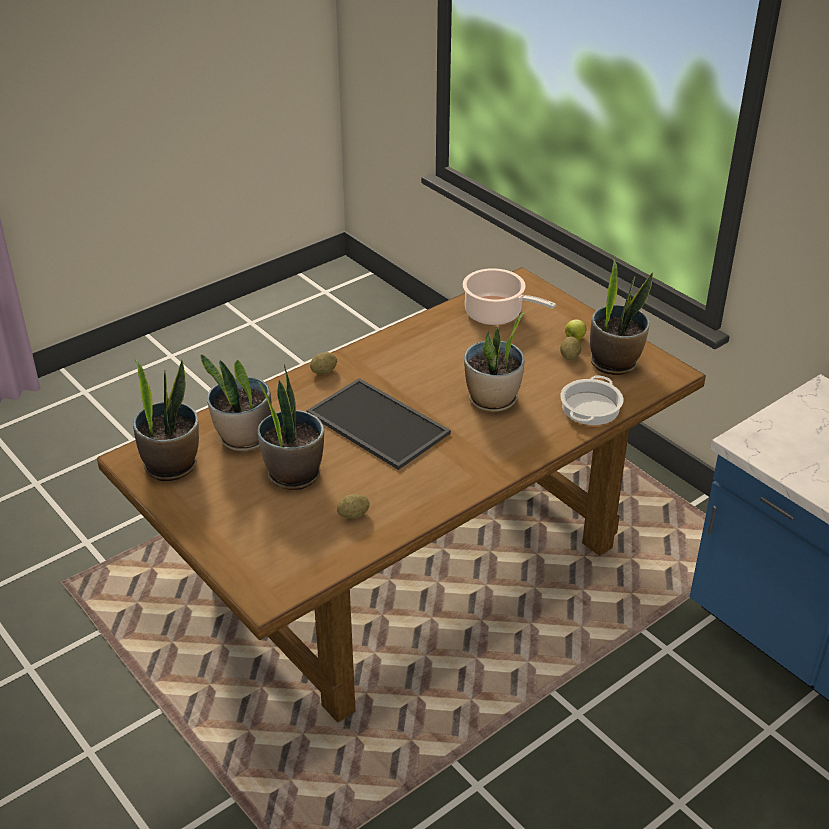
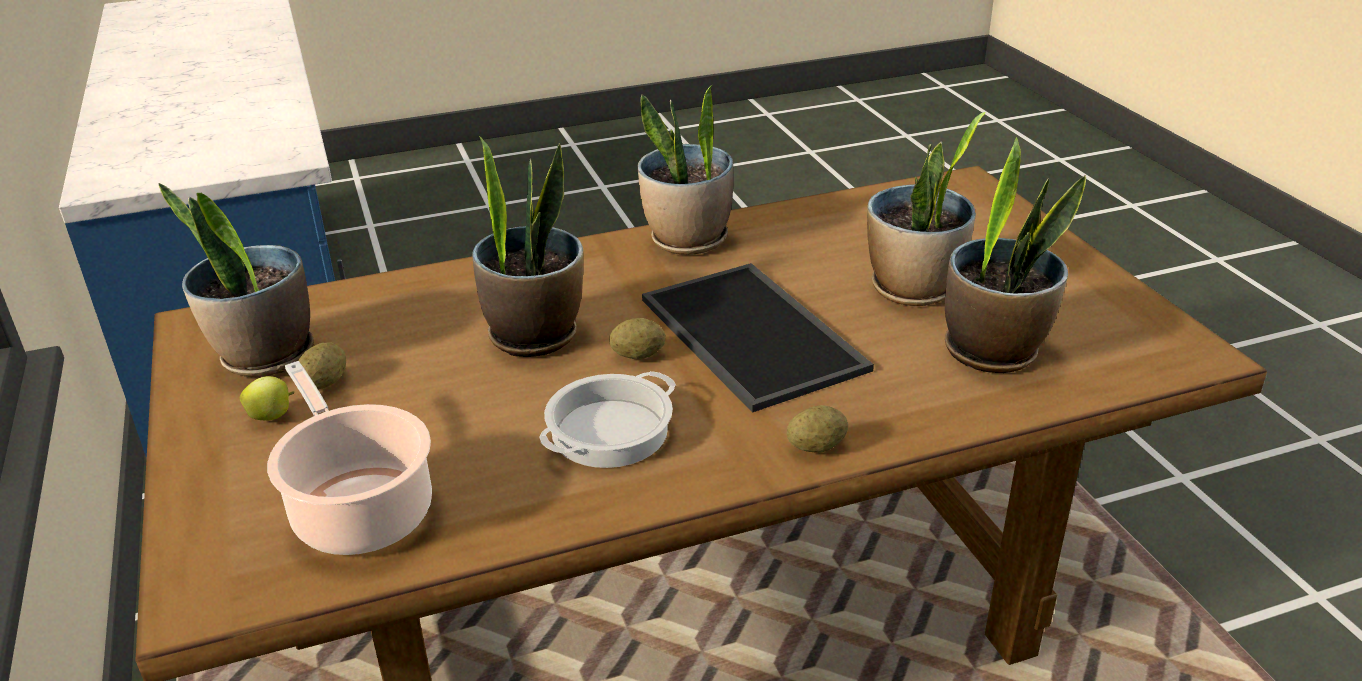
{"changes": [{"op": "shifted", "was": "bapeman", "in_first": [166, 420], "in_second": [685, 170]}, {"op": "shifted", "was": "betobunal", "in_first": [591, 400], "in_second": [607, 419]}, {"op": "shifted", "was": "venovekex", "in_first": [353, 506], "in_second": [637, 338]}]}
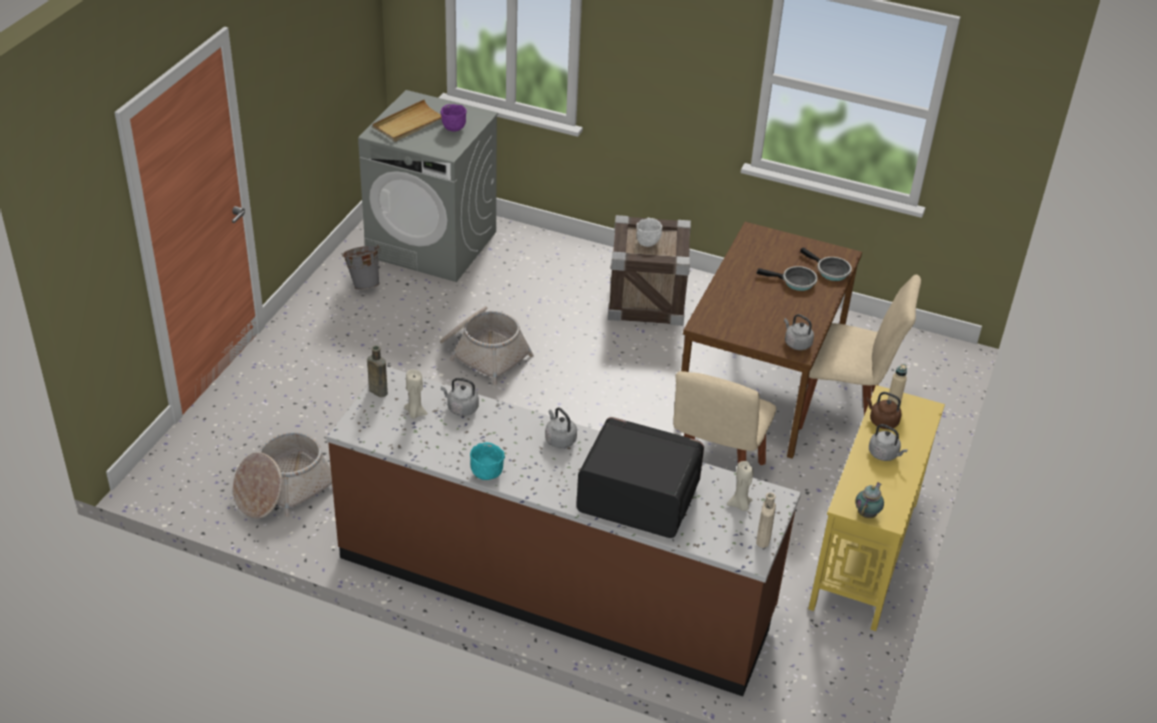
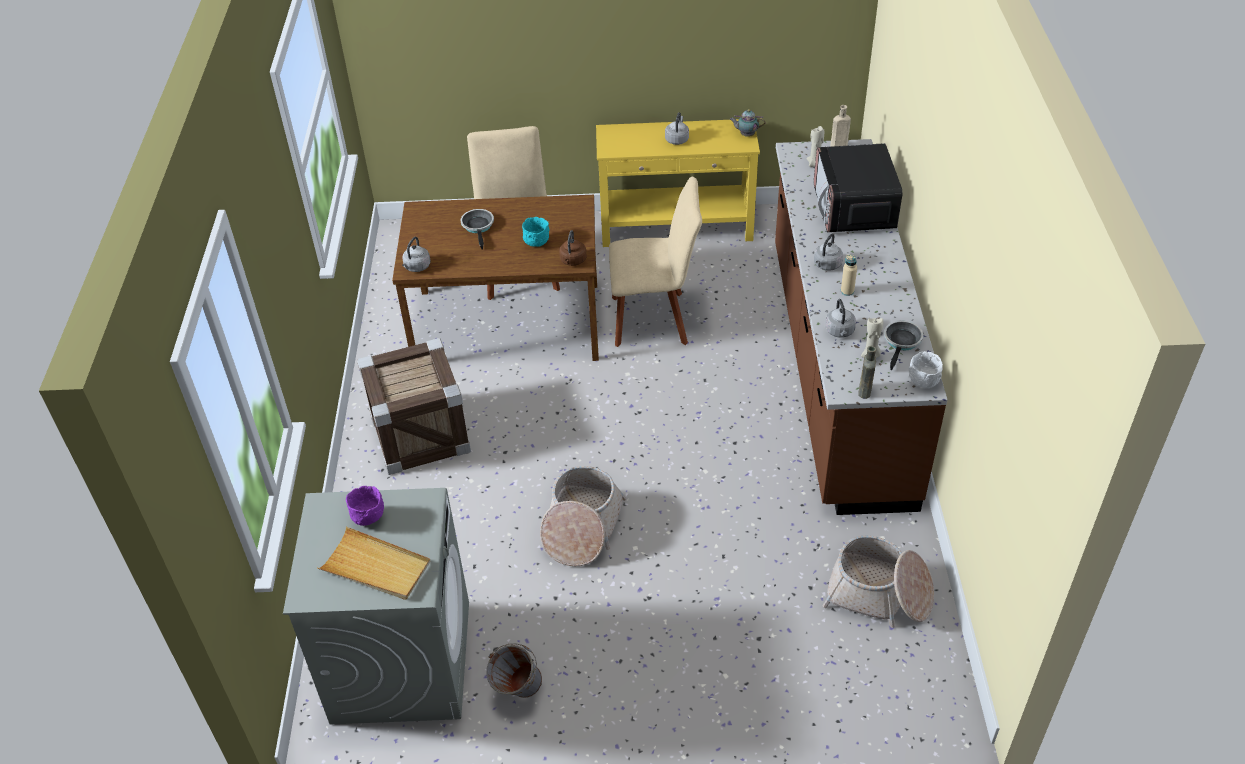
{"changes": [{"op": "shifted", "was": "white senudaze", "in_first": [649, 232], "in_second": [926, 369]}, {"op": "shifted", "was": "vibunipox", "in_first": [826, 264], "in_second": [904, 345]}, {"op": "shifted", "was": "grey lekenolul", "in_first": [799, 332], "in_second": [416, 254]}, {"op": "shifted", "was": "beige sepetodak", "in_first": [897, 384], "in_second": [849, 275]}, {"op": "shifted", "was": "brown lekenolul", "in_first": [884, 410], "in_second": [572, 248]}, {"op": "shifted", "was": "turquoise senudaze", "in_first": [487, 461], "in_second": [536, 232]}]}
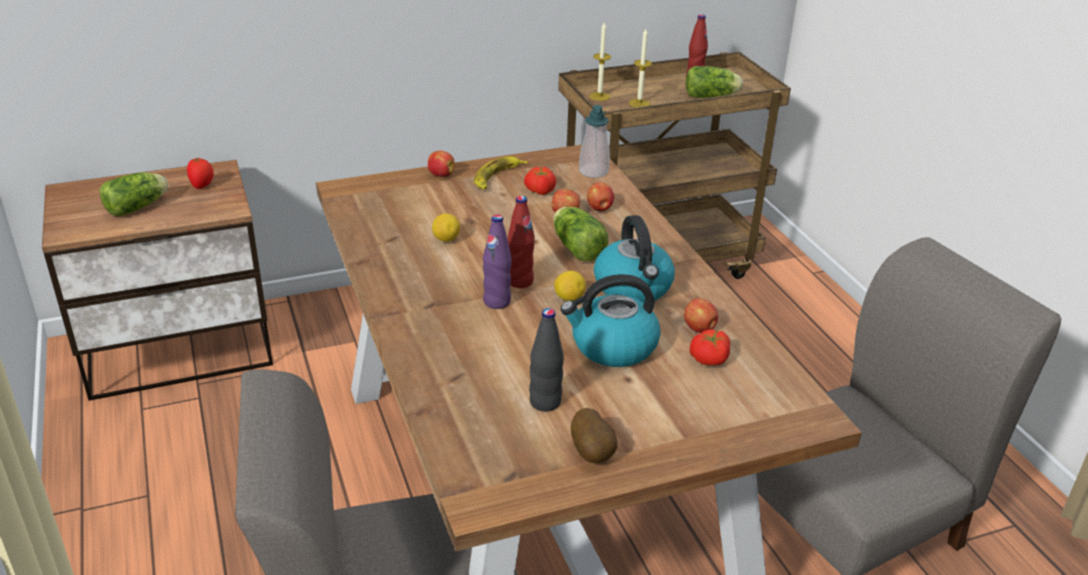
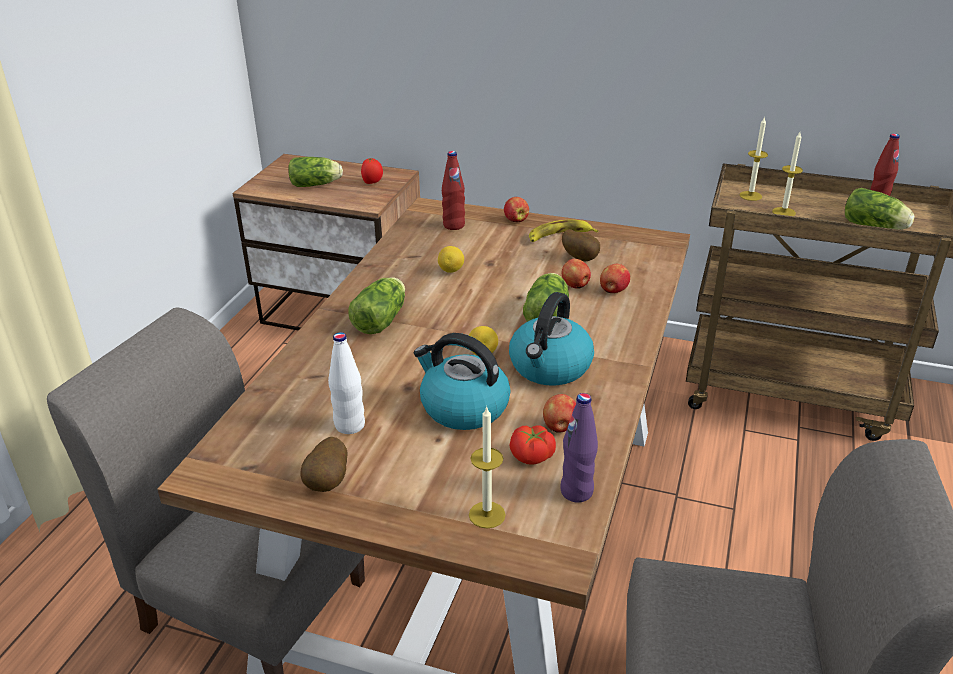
{"changes": [{"op": "gone", "was": "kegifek", "in_first": [594, 141]}, {"op": "swapped", "was": "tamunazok", "now": "venovekex", "in_first": [540, 181], "in_second": [581, 245]}, {"op": "shifted", "was": "red sepetodak", "in_first": [521, 242], "in_second": [453, 190]}, {"op": "shifted", "was": "purple sepetodak", "in_first": [497, 261], "in_second": [579, 448]}, {"op": "repainted", "was": "black sepetodak", "now": "white sepetodak", "in_first": [546, 360], "in_second": [346, 383]}, {"op": "new", "now": "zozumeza", "in_second": [377, 305]}, {"op": "new", "now": "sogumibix", "in_second": [487, 467]}]}
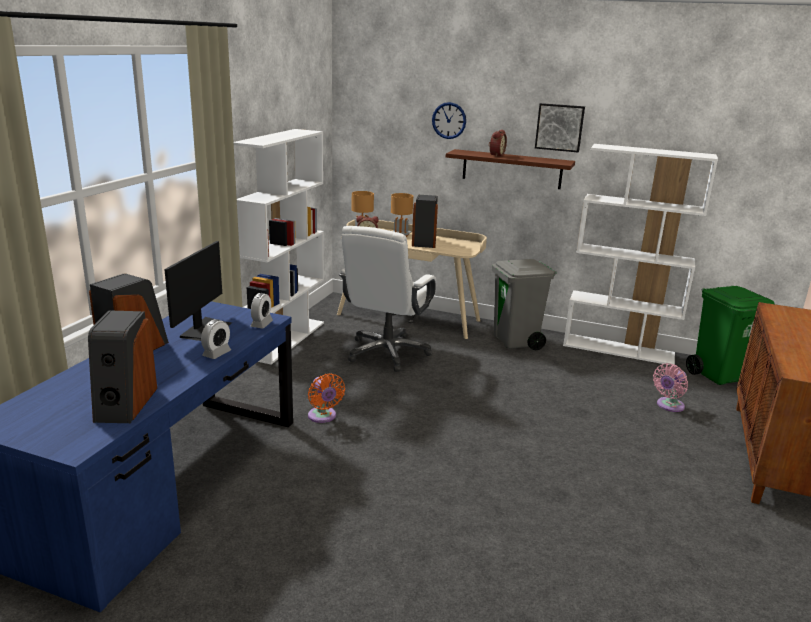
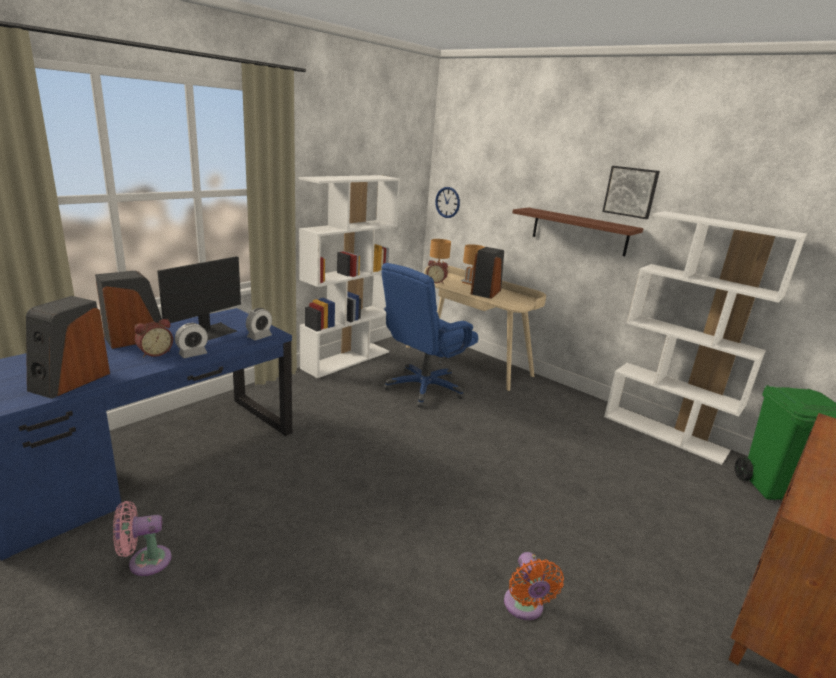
{"changes": [{"op": "shifted", "was": "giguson", "in_first": [449, 120], "in_second": [447, 202]}, {"op": "shifted", "was": "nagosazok", "in_first": [498, 143], "in_second": [153, 338]}, {"op": "repainted", "was": "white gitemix", "now": "blue gitemix", "in_first": [387, 299], "in_second": [429, 335]}, {"op": "gone", "was": "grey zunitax", "in_first": [524, 304]}, {"op": "shifted", "was": "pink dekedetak", "in_first": [670, 387], "in_second": [142, 538]}, {"op": "shifted", "was": "orange dekedetak", "in_first": [326, 398], "in_second": [534, 586]}]}
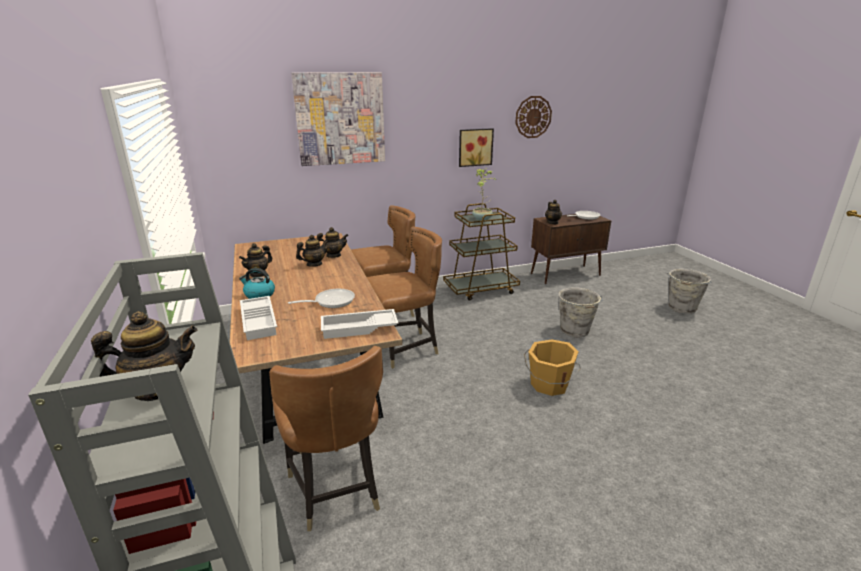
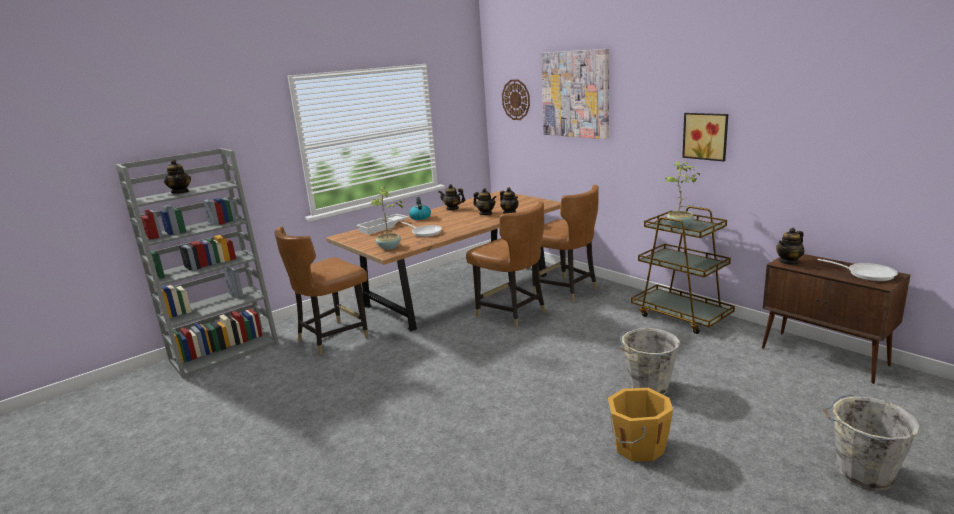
{"changes": [{"op": "shifted", "was": "giguson", "in_first": [533, 117], "in_second": [516, 100]}, {"op": "swapped", "was": "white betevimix", "now": "bapeman", "in_first": [359, 324], "in_second": [387, 218]}, {"op": "shifted", "was": "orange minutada", "in_first": [552, 368], "in_second": [640, 424]}]}
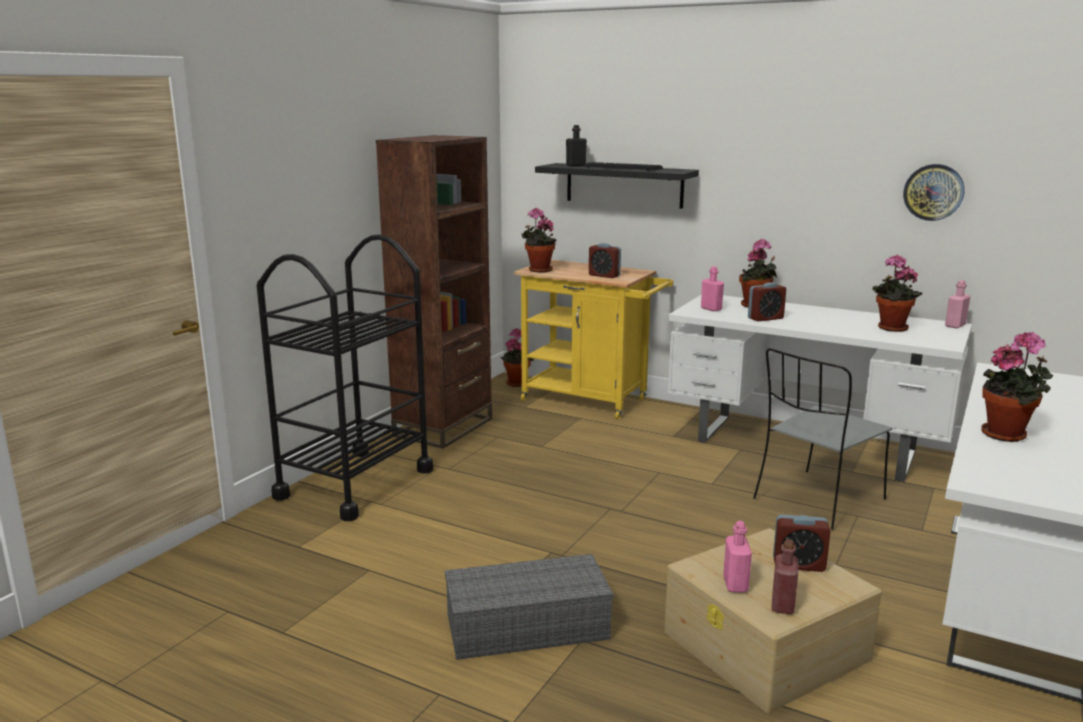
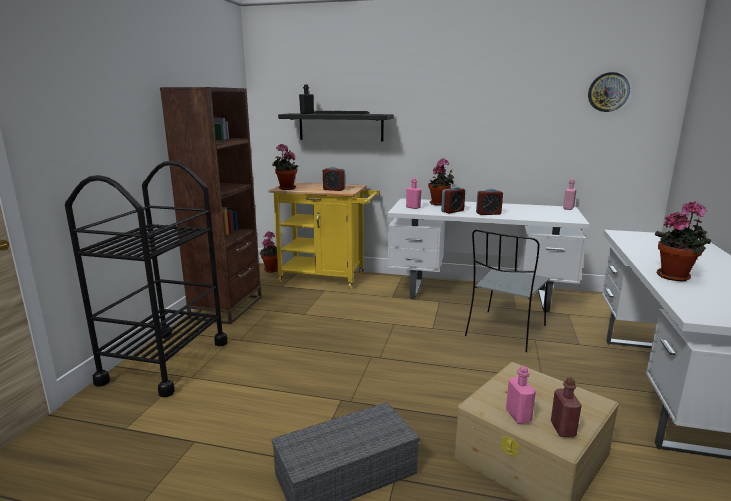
{"changes": [{"op": "shifted", "was": "giguson", "in_first": [934, 192], "in_second": [609, 92]}, {"op": "gone", "was": "bapeman", "in_first": [898, 293]}, {"op": "shifted", "was": "nagosazok", "in_first": [802, 543], "in_second": [489, 201]}]}
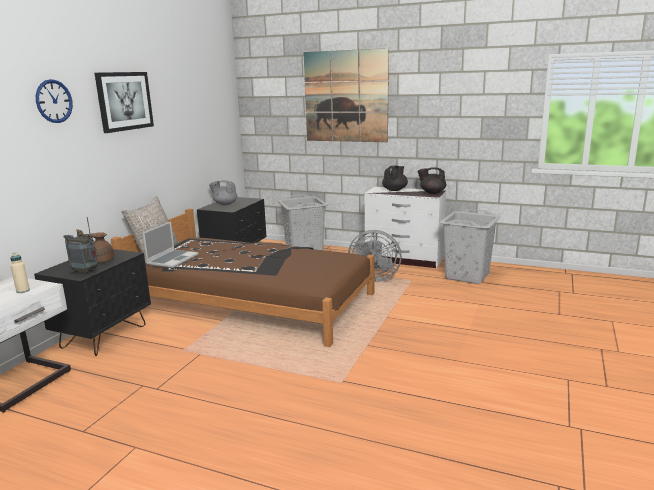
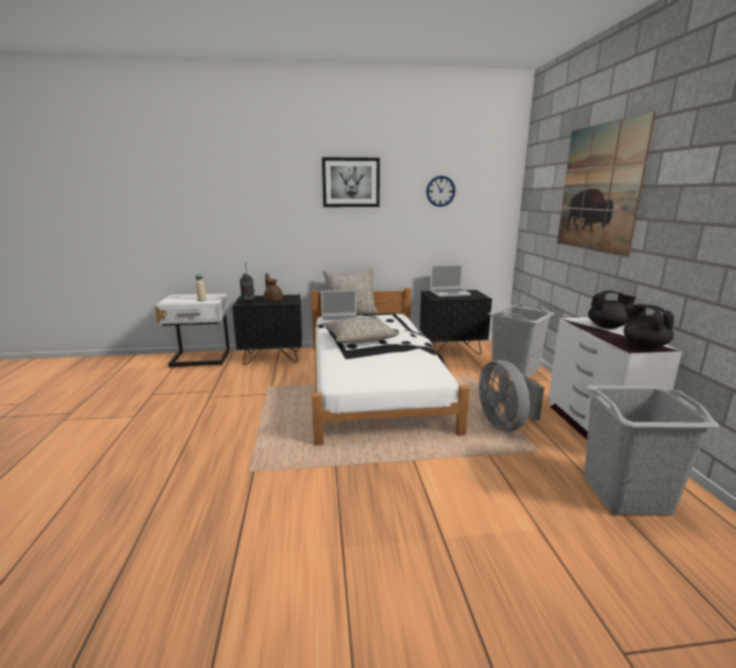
{"changes": [{"op": "shifted", "was": "giguson", "in_first": [54, 101], "in_second": [441, 191]}, {"op": "swapped", "was": "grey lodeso", "now": "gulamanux", "in_first": [223, 192], "in_second": [450, 280]}, {"op": "repainted", "was": "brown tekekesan", "now": "white tekekesan", "in_first": [243, 278], "in_second": [390, 366]}, {"op": "new", "now": "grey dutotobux", "in_second": [361, 330]}]}
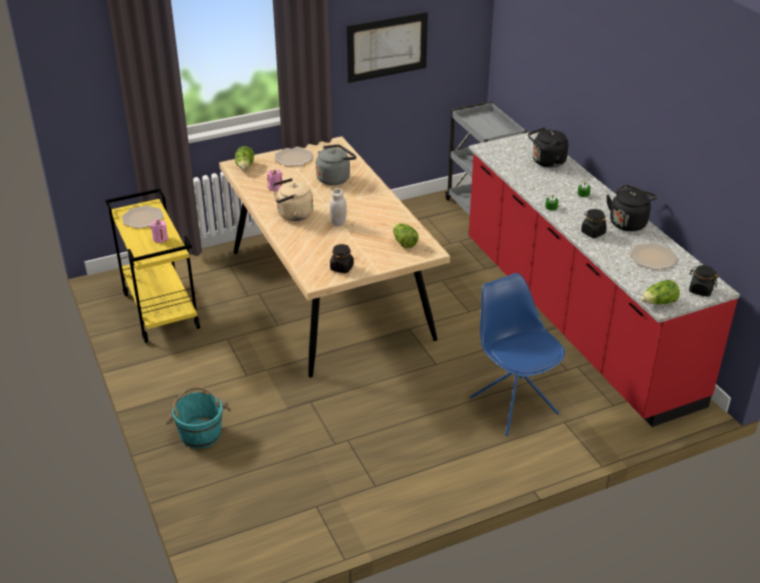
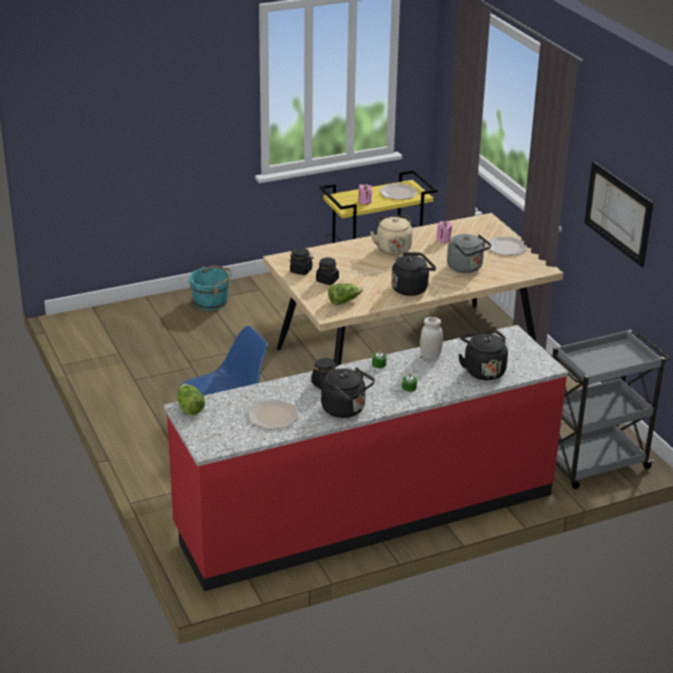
{"changes": [{"op": "gone", "was": "zozumeza", "in_first": [244, 158]}, {"op": "shifted", "was": "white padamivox", "in_first": [338, 207], "in_second": [431, 338]}, {"op": "shifted", "was": "black padamivox", "in_first": [703, 281], "in_second": [327, 271]}, {"op": "new", "now": "black lekenolul", "in_second": [413, 274]}]}
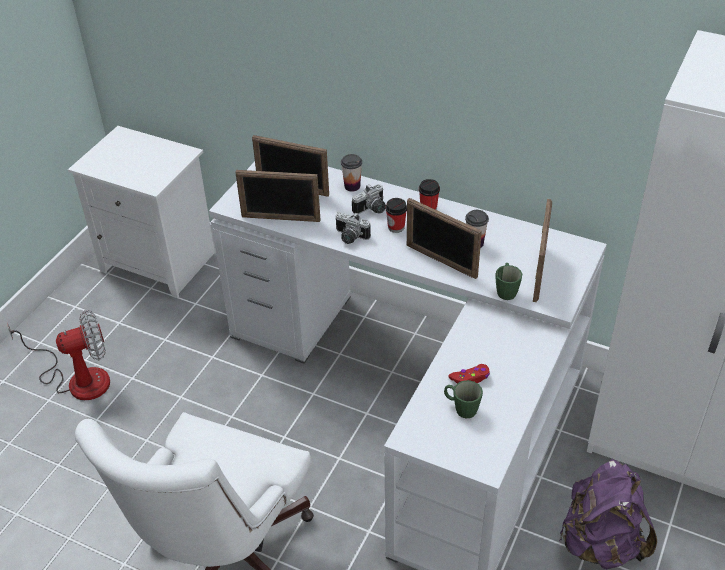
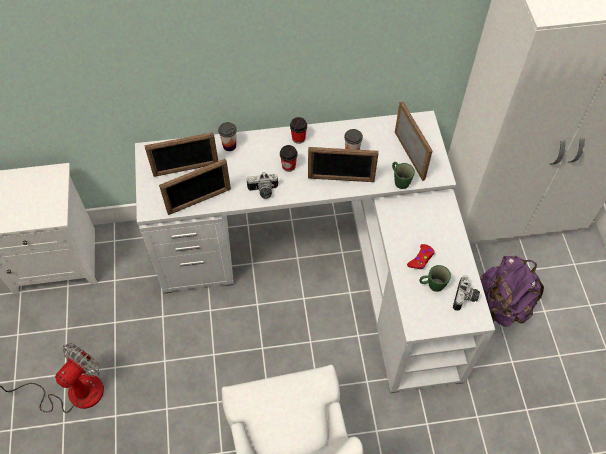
{"changes": [{"op": "shifted", "was": "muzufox", "in_first": [369, 199], "in_second": [466, 293]}]}
